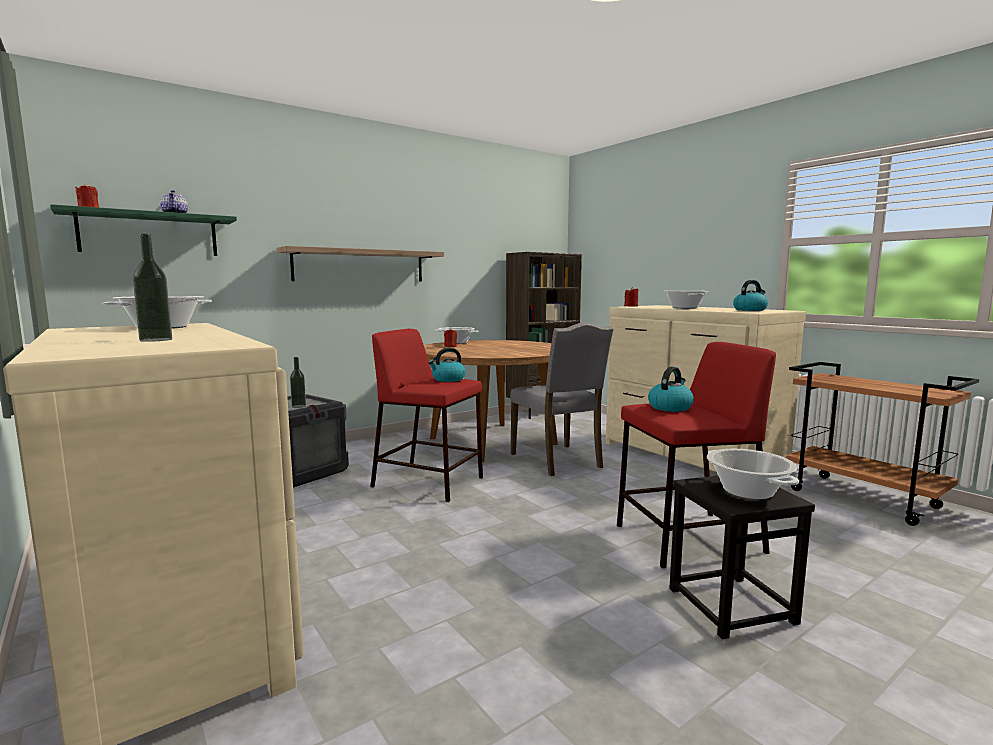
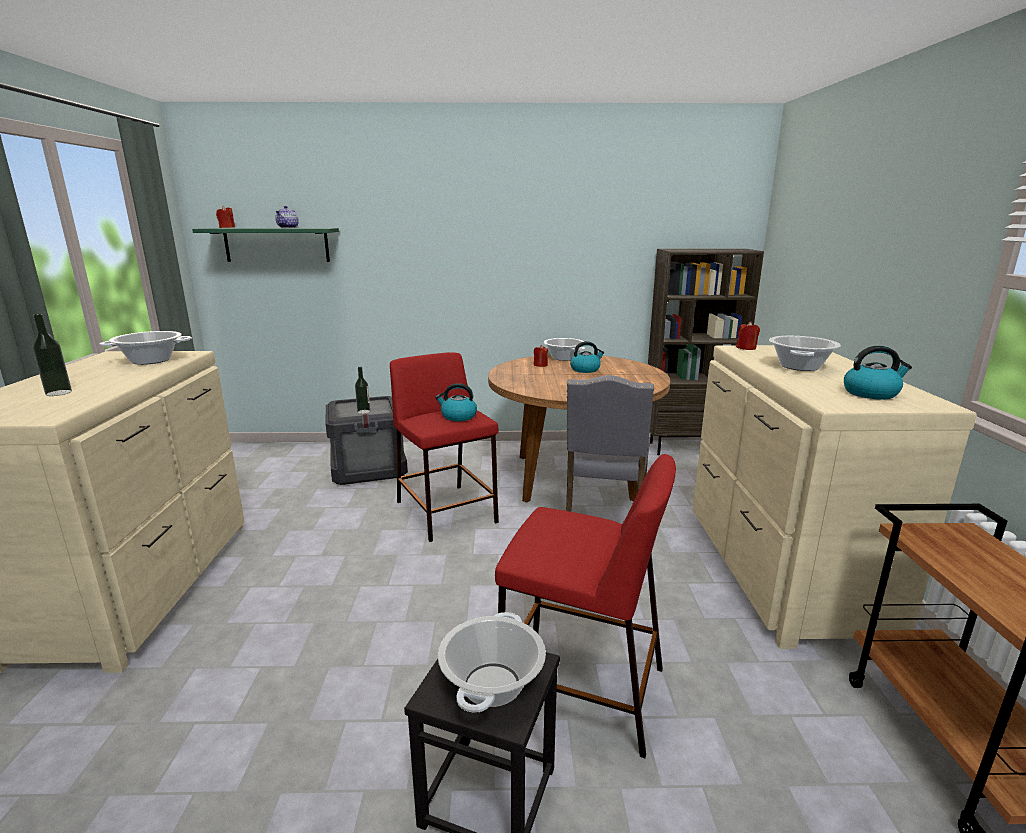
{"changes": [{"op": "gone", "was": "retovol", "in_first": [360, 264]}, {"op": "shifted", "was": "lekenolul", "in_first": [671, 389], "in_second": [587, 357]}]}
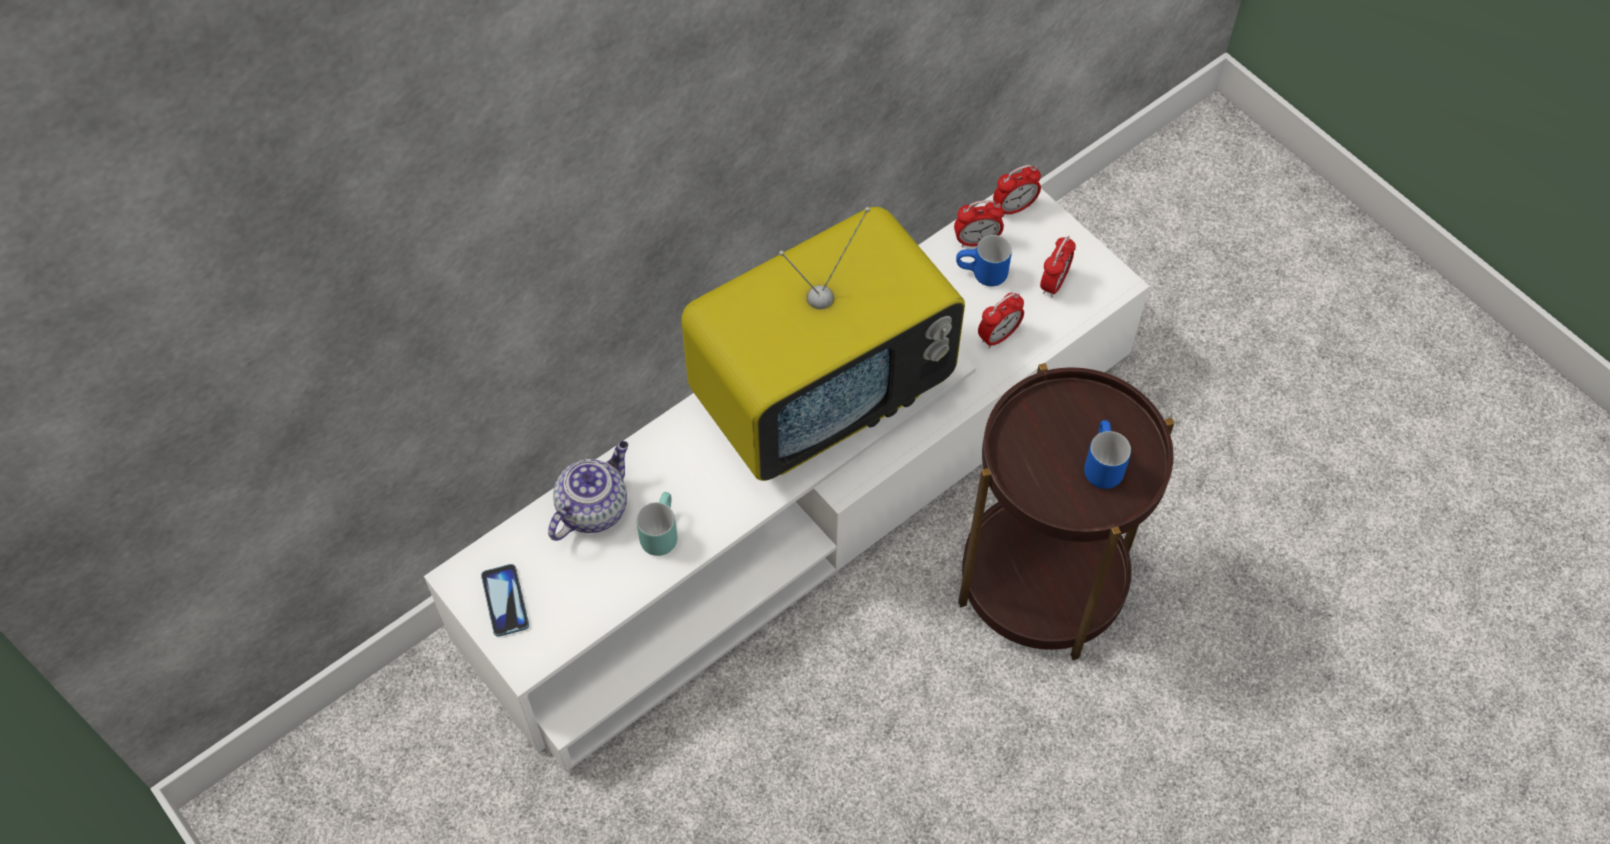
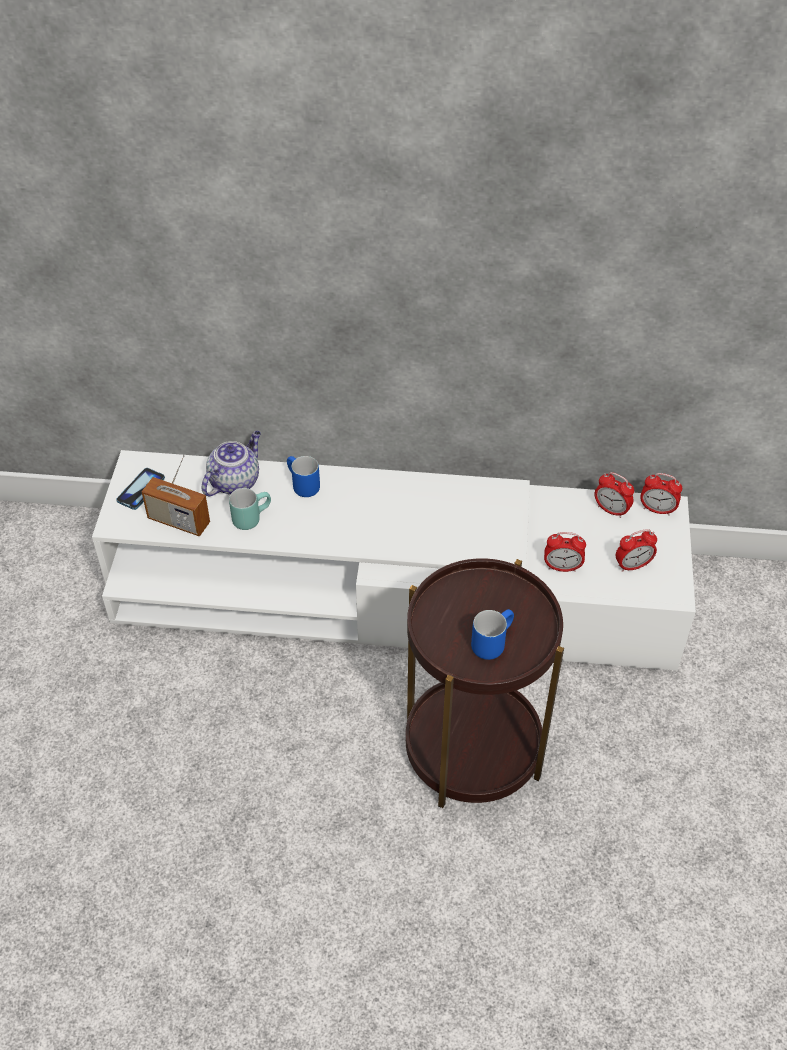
{"changes": [{"op": "gone", "was": "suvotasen", "in_first": [823, 344]}, {"op": "shifted", "was": "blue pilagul", "in_first": [984, 260], "in_second": [303, 476]}, {"op": "rotated", "was": "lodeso", "in_first": [588, 491], "in_second": [231, 463], "clockwise": -45}, {"op": "new", "now": "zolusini", "in_second": [176, 496]}]}
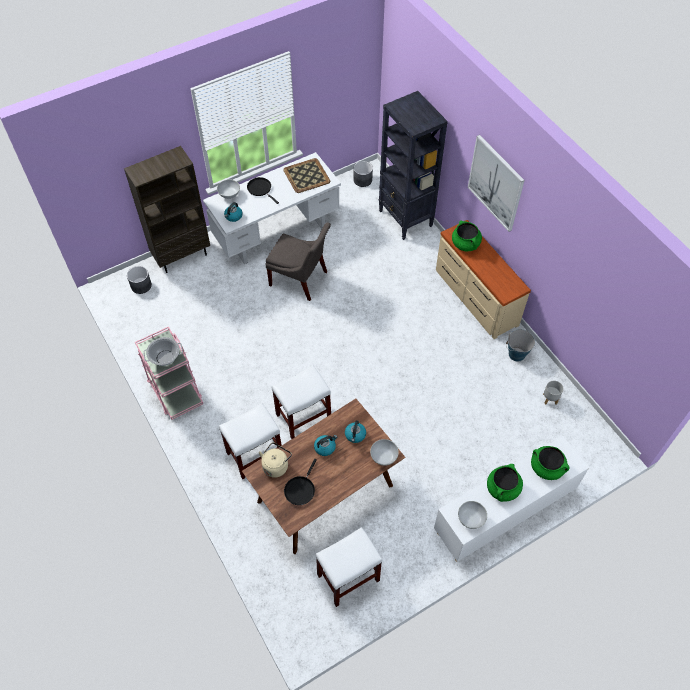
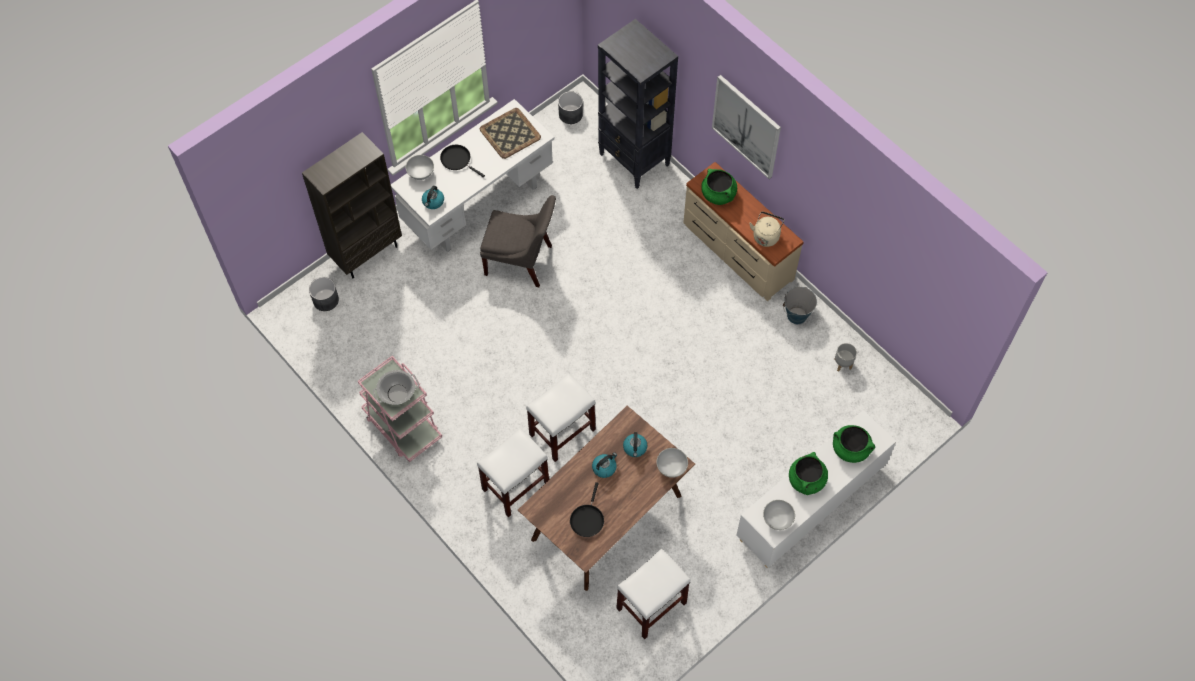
{"changes": [{"op": "shifted", "was": "beige lekenolul", "in_first": [275, 460], "in_second": [766, 229]}]}
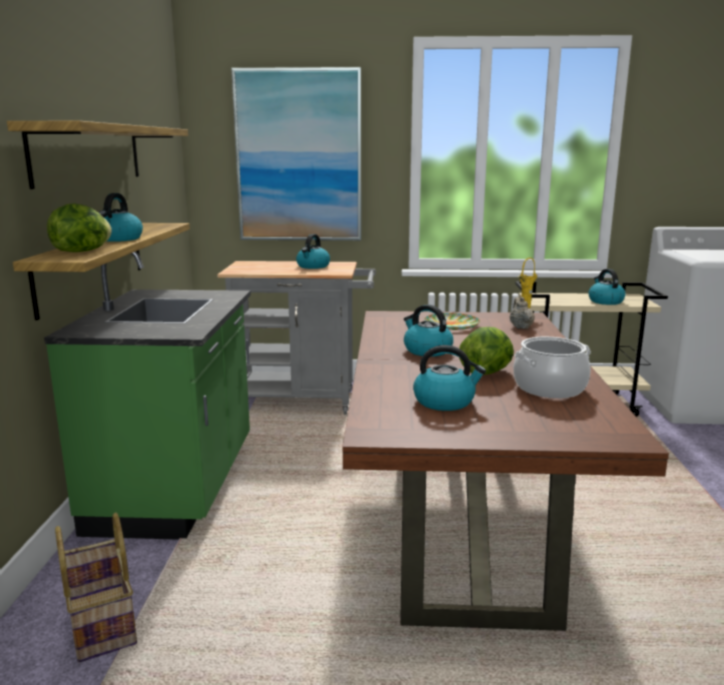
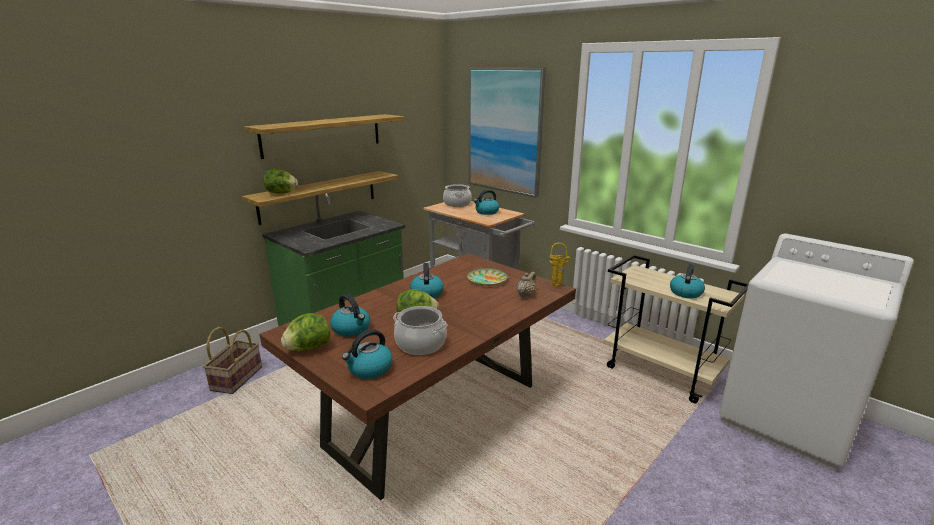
{"changes": [{"op": "shifted", "was": "lekenolul", "in_first": [121, 217], "in_second": [367, 354]}, {"op": "new", "now": "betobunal", "in_second": [457, 195]}, {"op": "new", "now": "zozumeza", "in_second": [306, 332]}]}
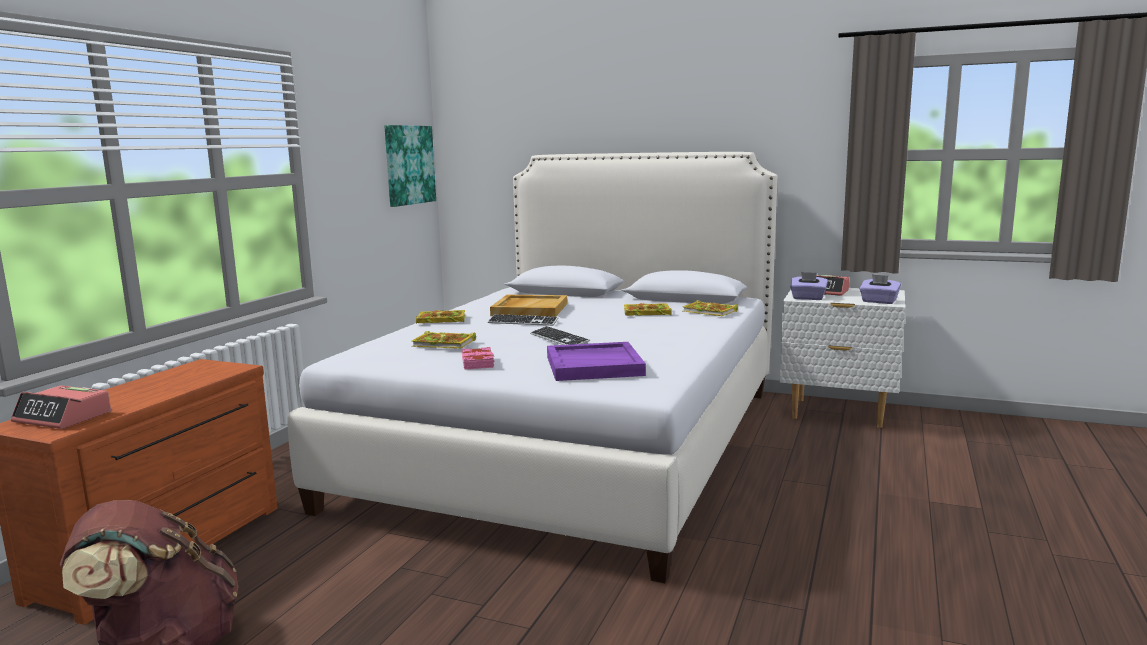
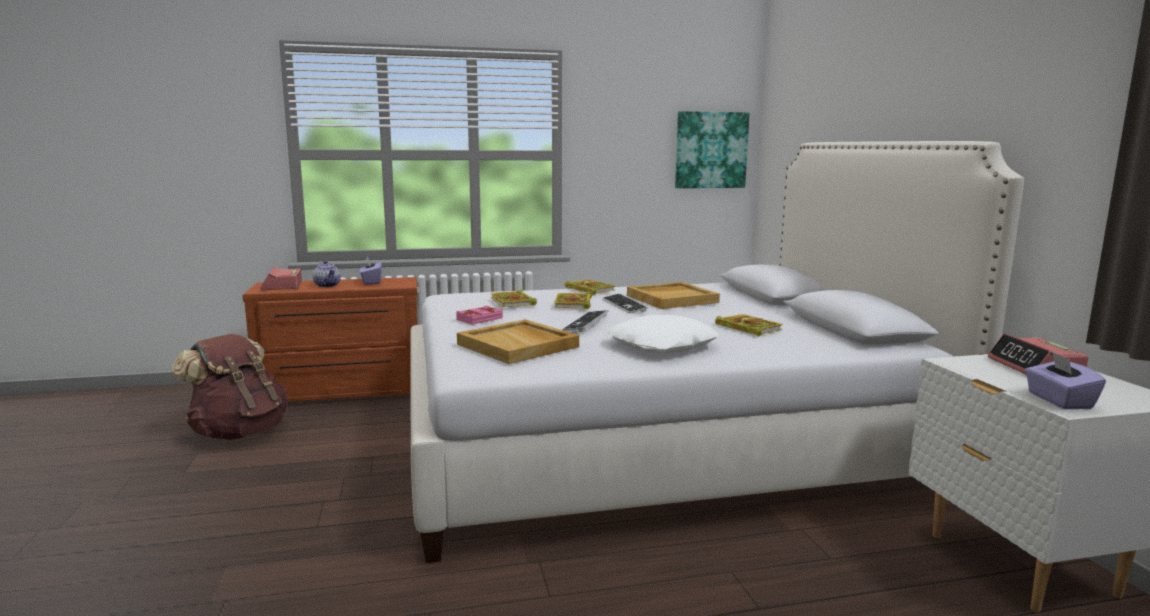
{"changes": [{"op": "shifted", "was": "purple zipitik", "in_first": [809, 286], "in_second": [371, 271]}, {"op": "shifted", "was": "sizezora", "in_first": [710, 308], "in_second": [573, 300]}, {"op": "repainted", "was": "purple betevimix", "now": "beige betevimix", "in_first": [596, 361], "in_second": [518, 341]}, {"op": "new", "now": "lodeso", "in_second": [327, 274]}, {"op": "new", "now": "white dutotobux", "in_second": [662, 334]}]}
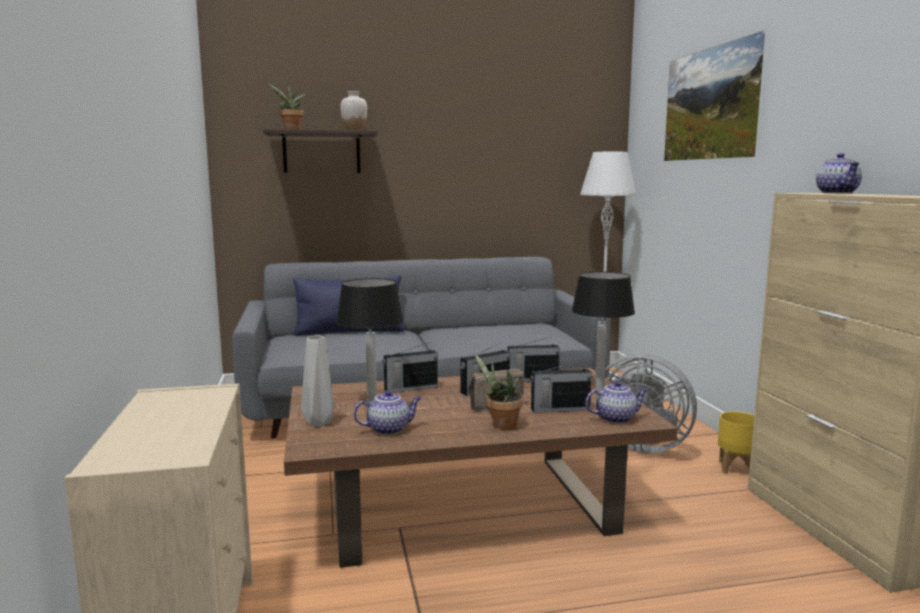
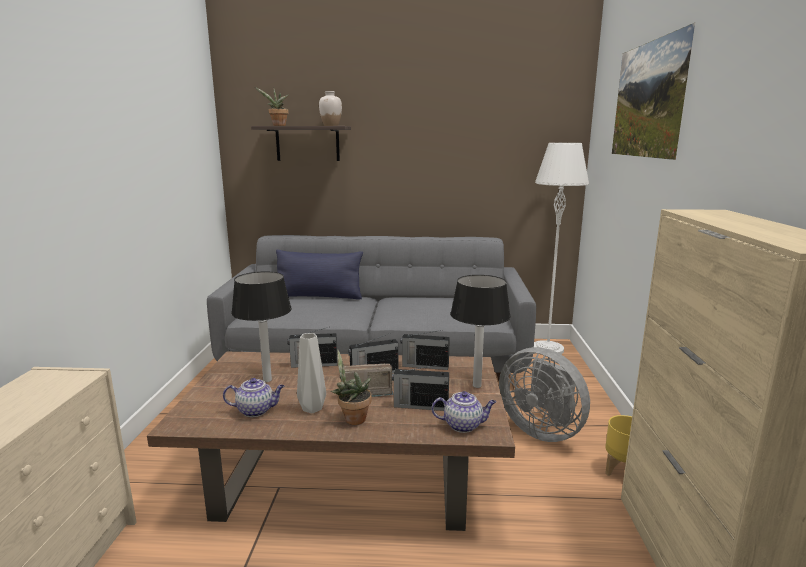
{"changes": [{"op": "gone", "was": "lodeso", "in_first": [839, 173]}, {"op": "shifted", "was": "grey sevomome", "in_first": [317, 381], "in_second": [311, 373]}]}
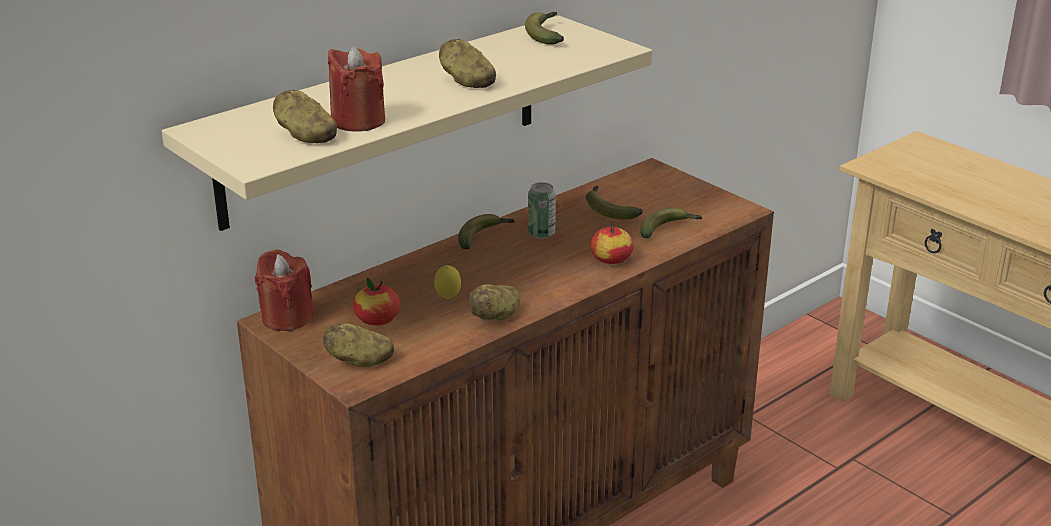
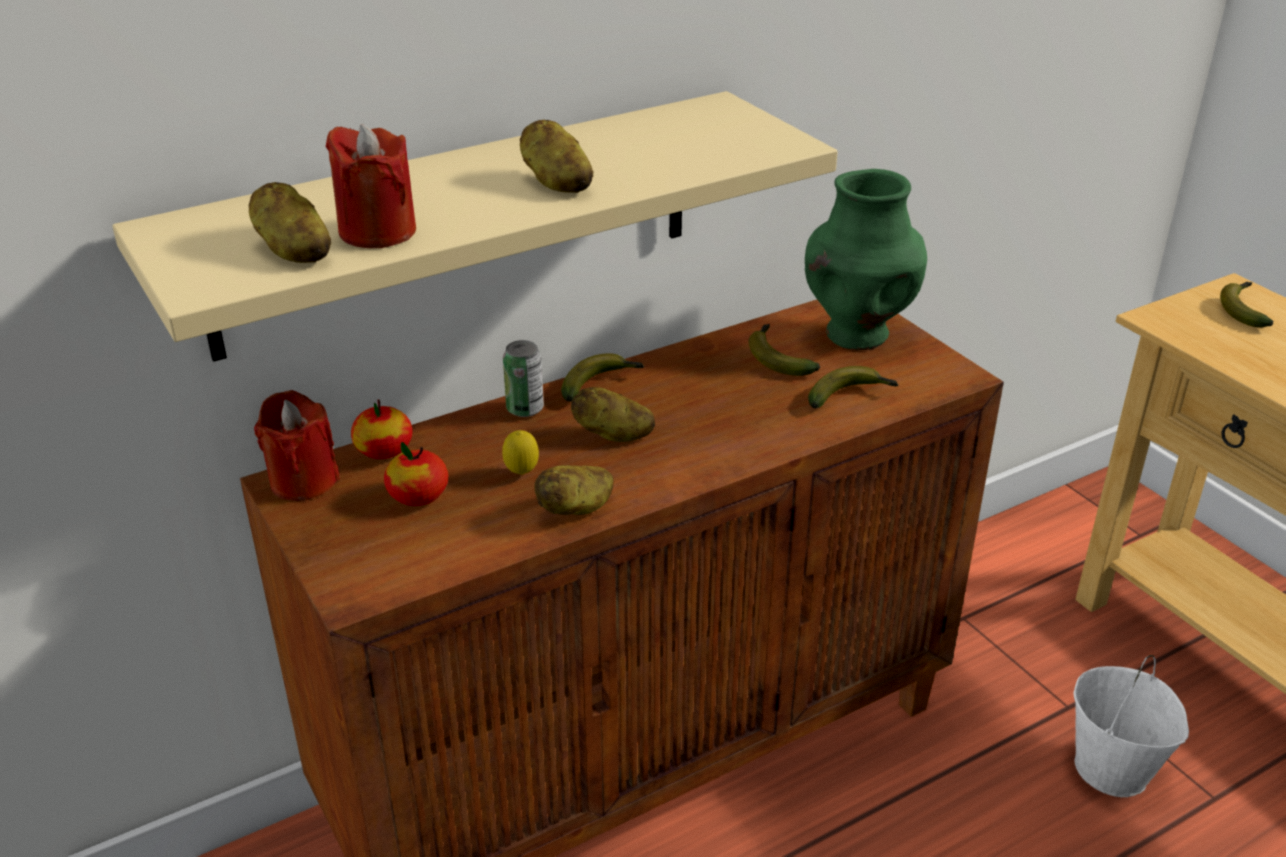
{"changes": [{"op": "shifted", "was": "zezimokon", "in_first": [544, 28], "in_second": [1246, 304]}, {"op": "shifted", "was": "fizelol", "in_first": [542, 210], "in_second": [523, 378]}, {"op": "shifted", "was": "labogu", "in_first": [612, 242], "in_second": [381, 429]}, {"op": "shifted", "was": "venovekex", "in_first": [358, 345], "in_second": [613, 414]}, {"op": "new", "now": "green sevomome", "in_second": [866, 259]}, {"op": "new", "now": "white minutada", "in_second": [1131, 726]}]}
